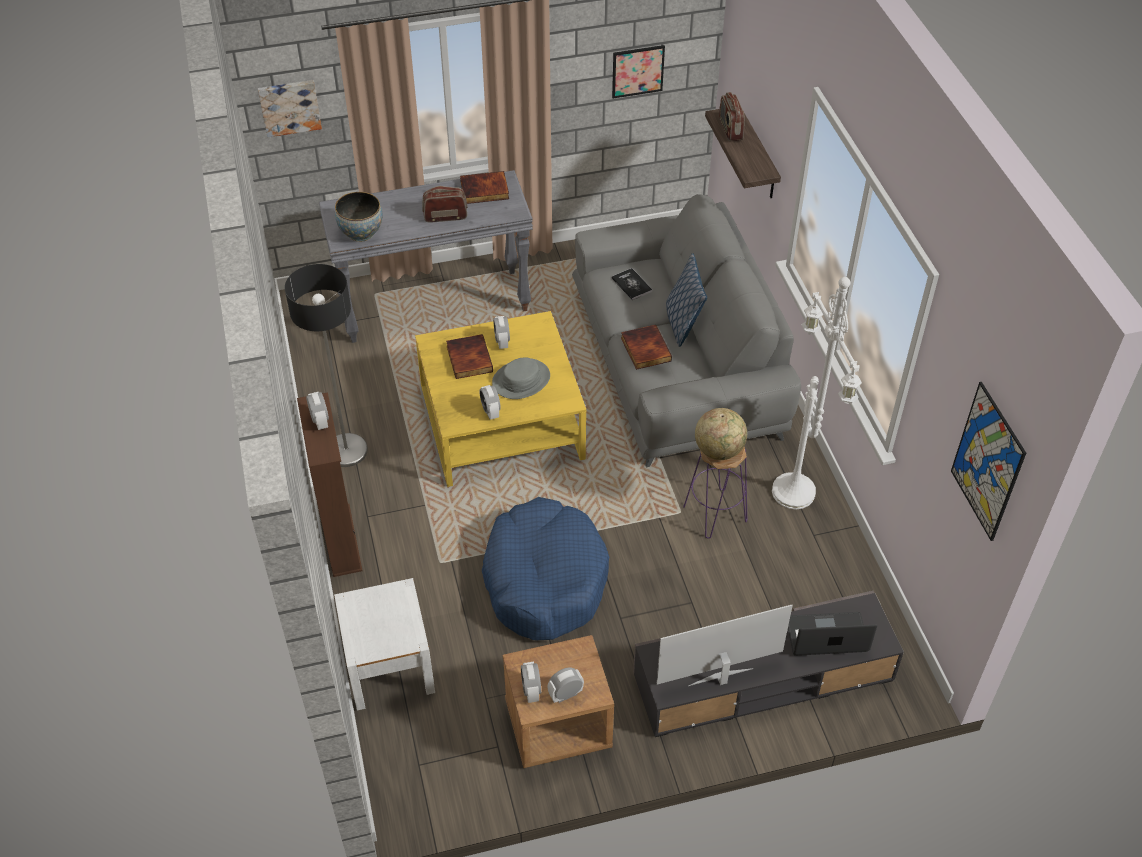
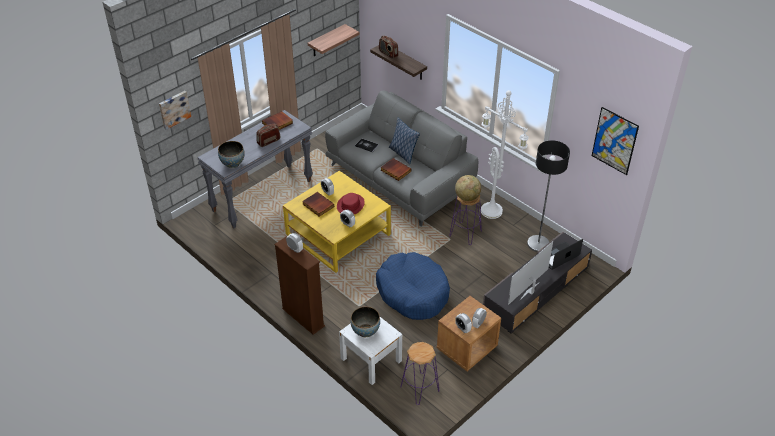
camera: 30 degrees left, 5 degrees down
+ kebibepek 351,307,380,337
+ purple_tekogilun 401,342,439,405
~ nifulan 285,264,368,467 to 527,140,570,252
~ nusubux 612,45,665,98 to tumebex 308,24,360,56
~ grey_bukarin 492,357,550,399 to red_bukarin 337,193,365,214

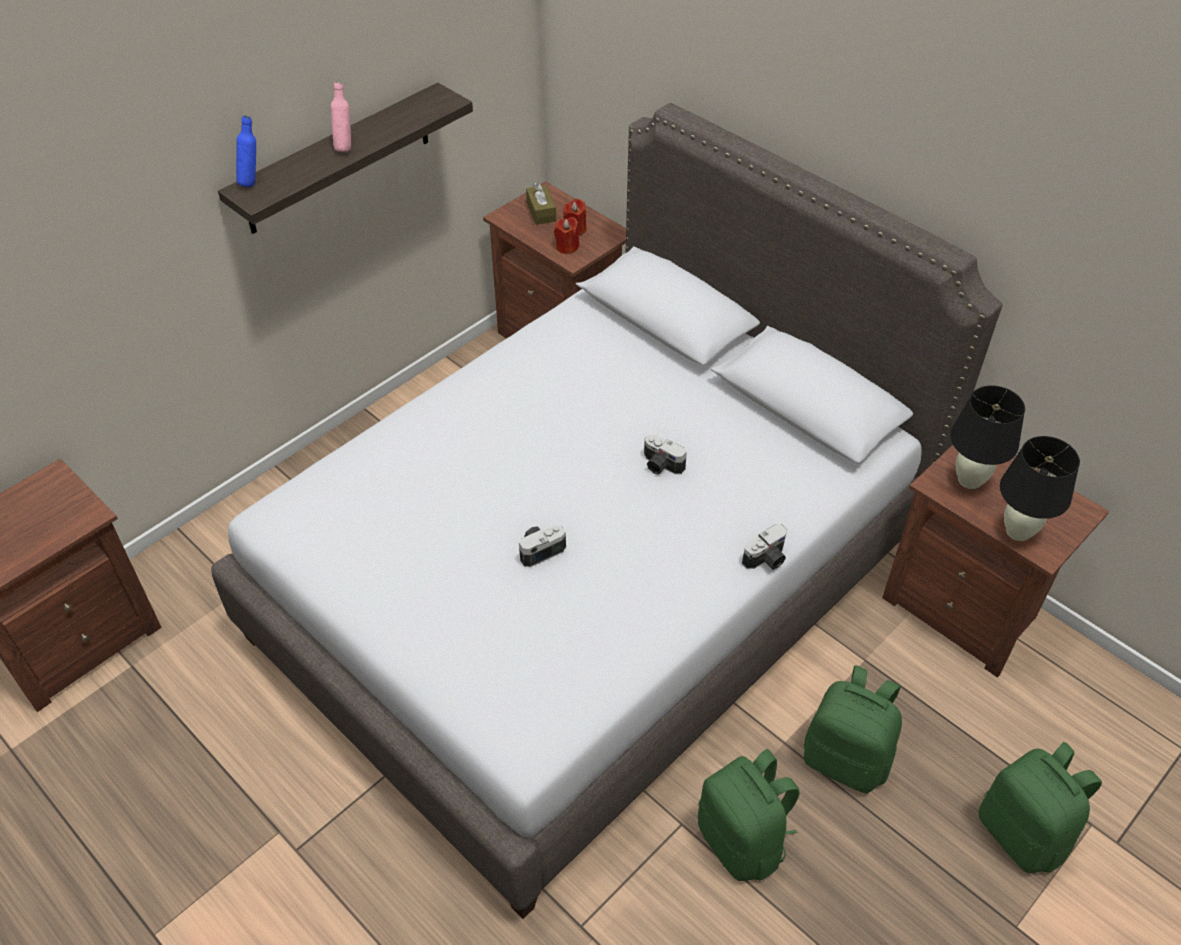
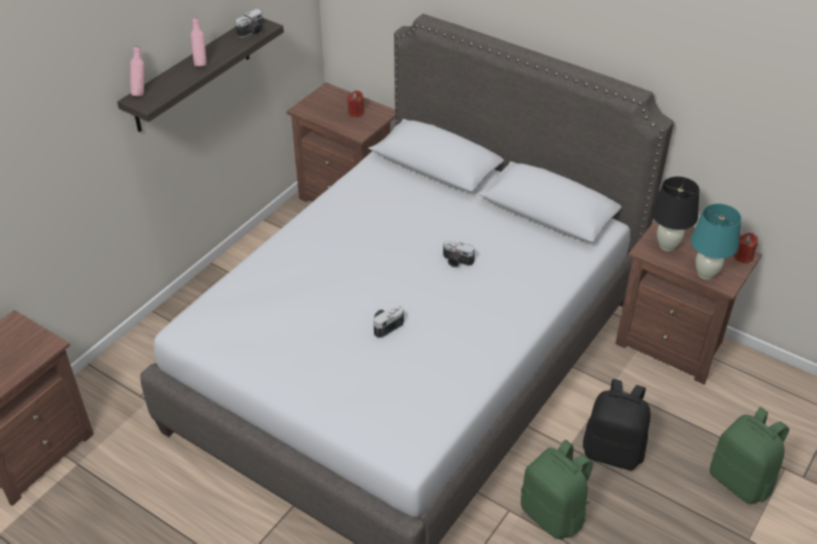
camera: 10 degrees left, 5 degrees down
- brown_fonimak 526,183,556,225
~ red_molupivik 554,217,579,254 to 734,233,758,264
~ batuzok 742,524,787,570 to 235,9,264,38
~ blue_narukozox 236,115,256,187 to pink_narukozox 130,46,144,97
~ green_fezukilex 804,665,902,793 to black_fezukilex 583,379,651,471
~ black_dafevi 1000,436,1080,541 to turquoise_dafevi 691,204,741,280

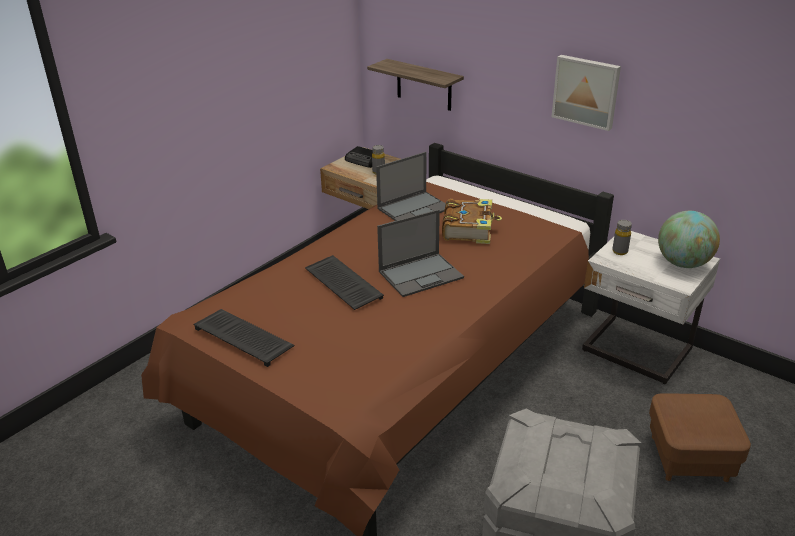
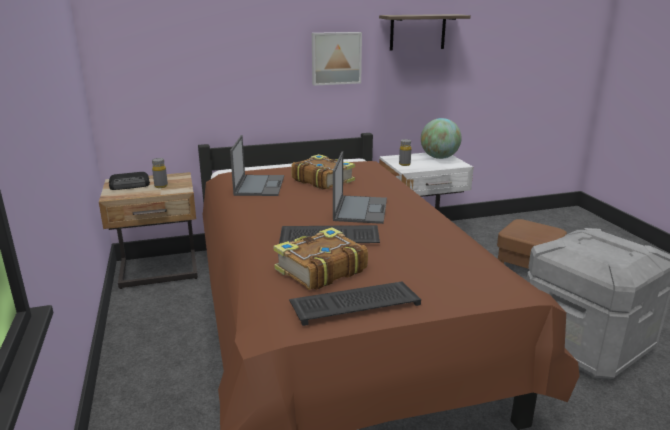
camera: 55 degrees left, 10 degrees down
+ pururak 273,227,368,290
~ tumebex 367,59,464,111 to 379,14,471,51

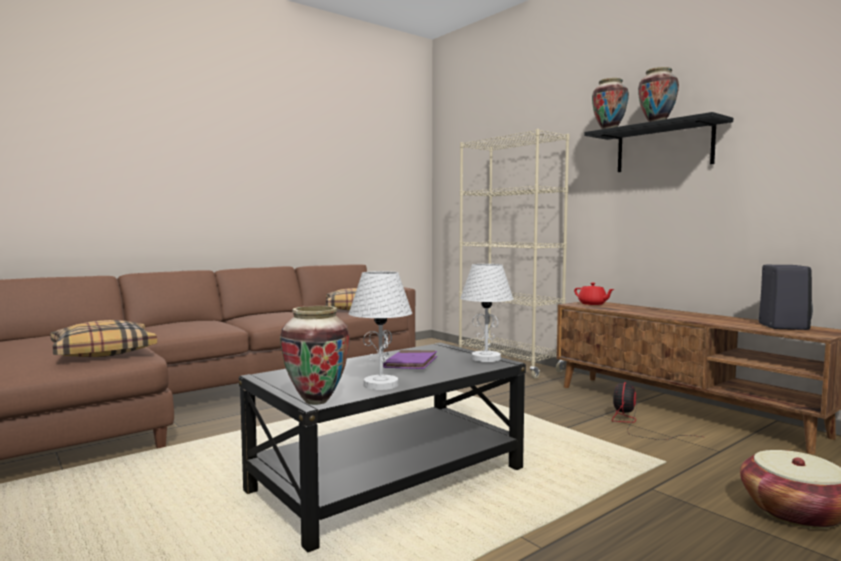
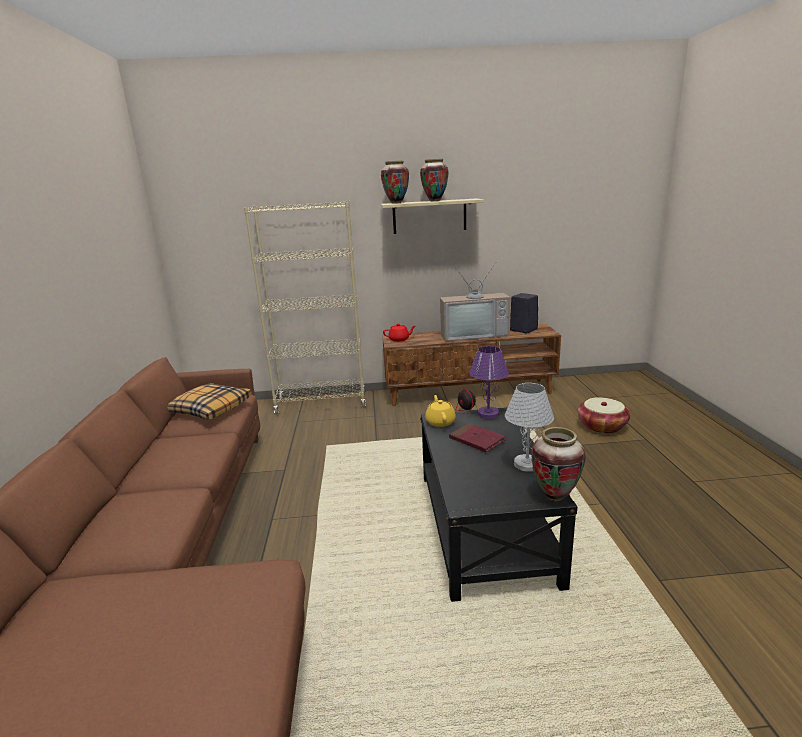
camera: 55 degrees left, 15 degrees up
- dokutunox 50,320,157,357
+ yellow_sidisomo 425,395,456,427
+ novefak 440,264,511,342
~ purple_pururak 383,350,437,369 to red_pururak 449,423,505,452
~ white_dafevi 460,264,513,362 to purple_dafevi 469,346,509,419
~ black_tumebex 584,112,733,172 to beige_tumebex 381,198,484,234

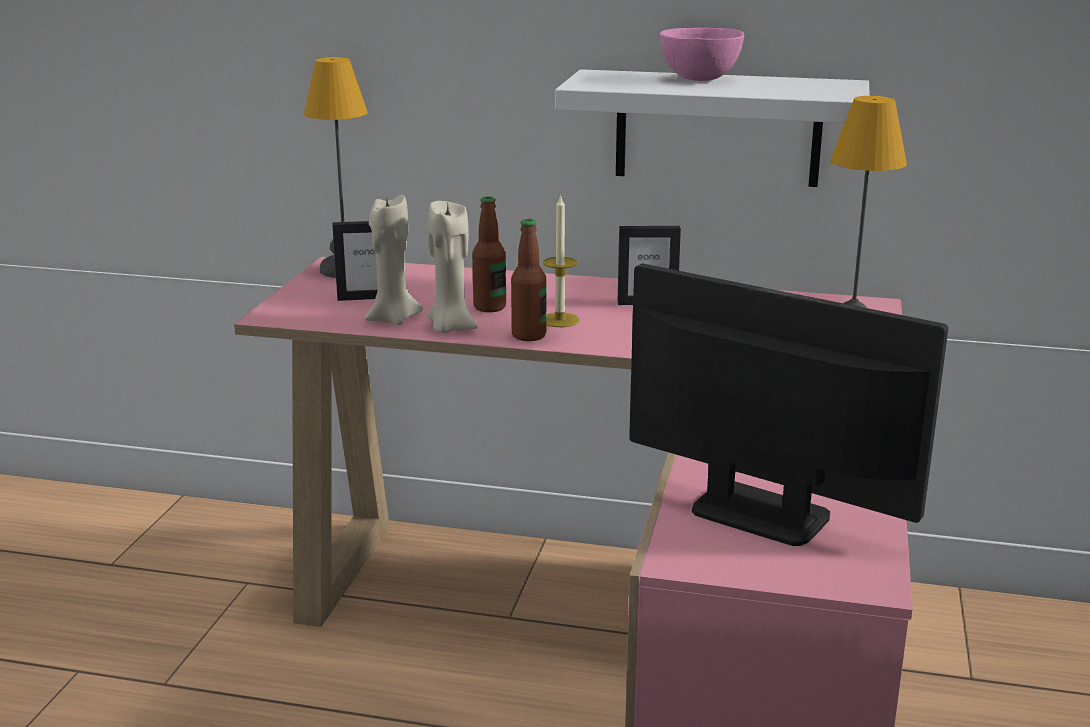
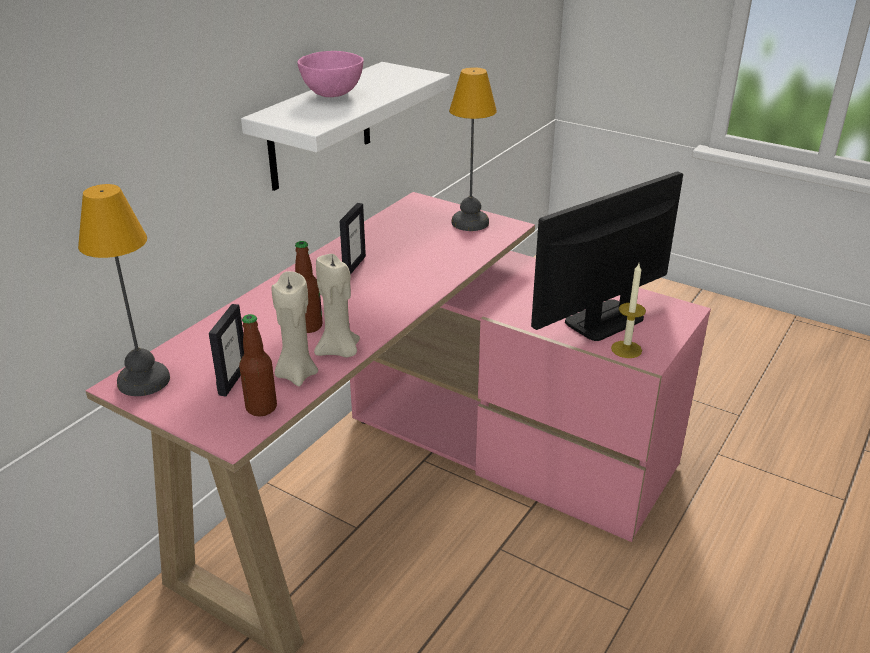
camera: 70 degrees left, 10 degrees up
~ narukozox 511,219,546,341 to 239,314,277,417
~ molupivik 543,194,580,327 to 611,263,646,358

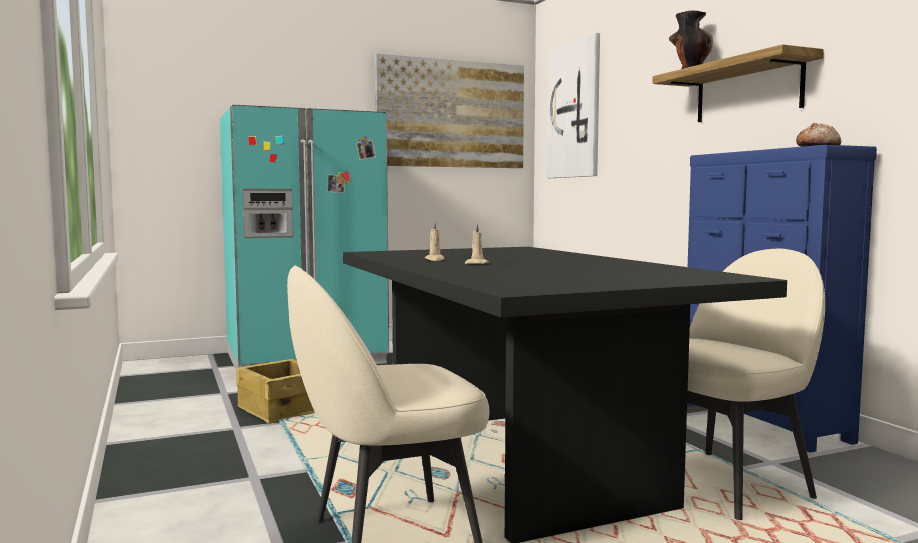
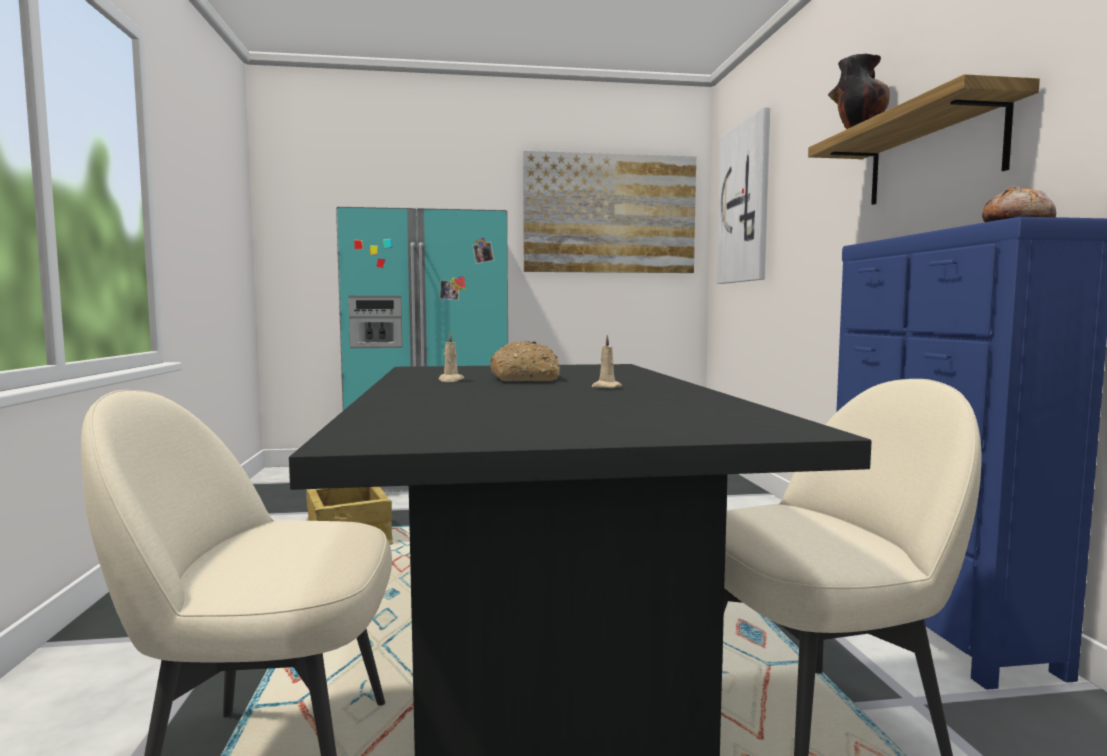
camera: 15 degrees right, 0 degrees up
+ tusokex 490,341,560,381
~ beige_molupivik 465,223,489,264 to 592,335,622,388

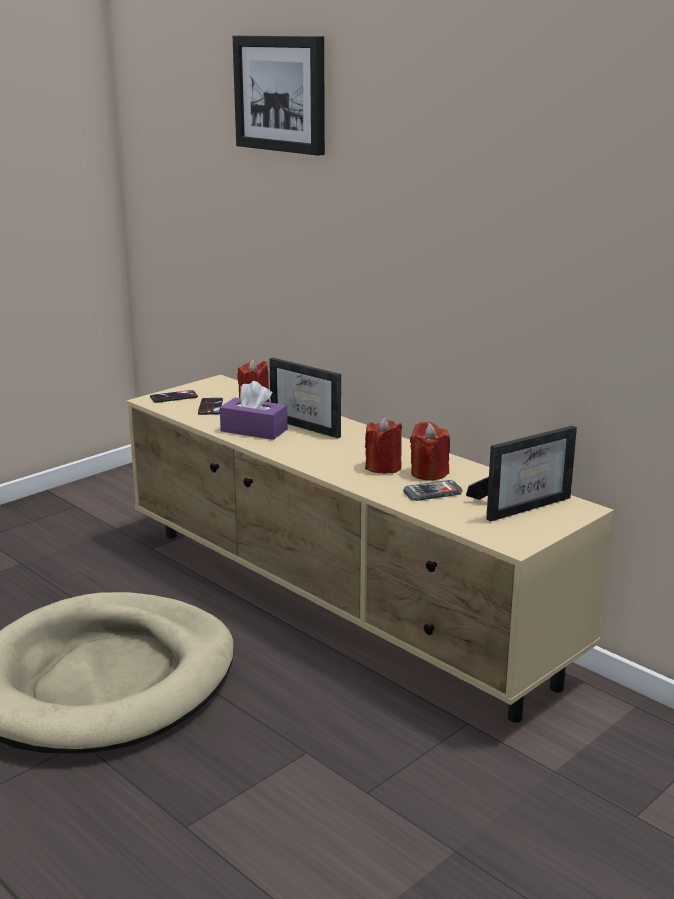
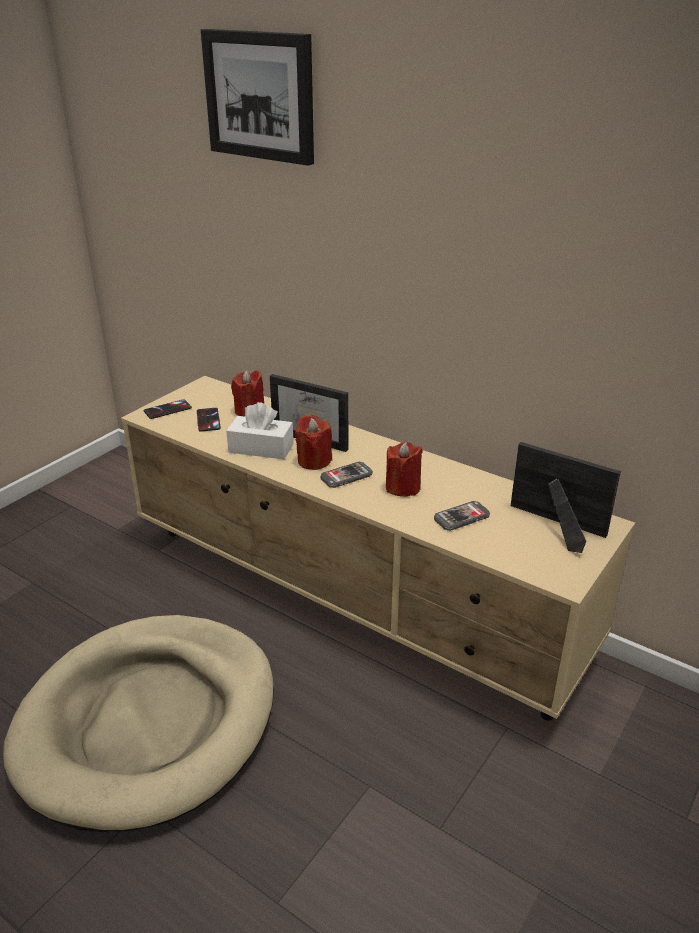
camera: 10 degrees left, 10 degrees up
+ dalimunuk 320,462,373,488
~ red_molupivik 410,422,450,481 to 295,415,332,470
~ purple_fonimak 220,381,288,440 to white_fonimak 226,402,294,459
~ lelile 466,425,577,522 = 511,442,621,553 105 degrees counterclockwise

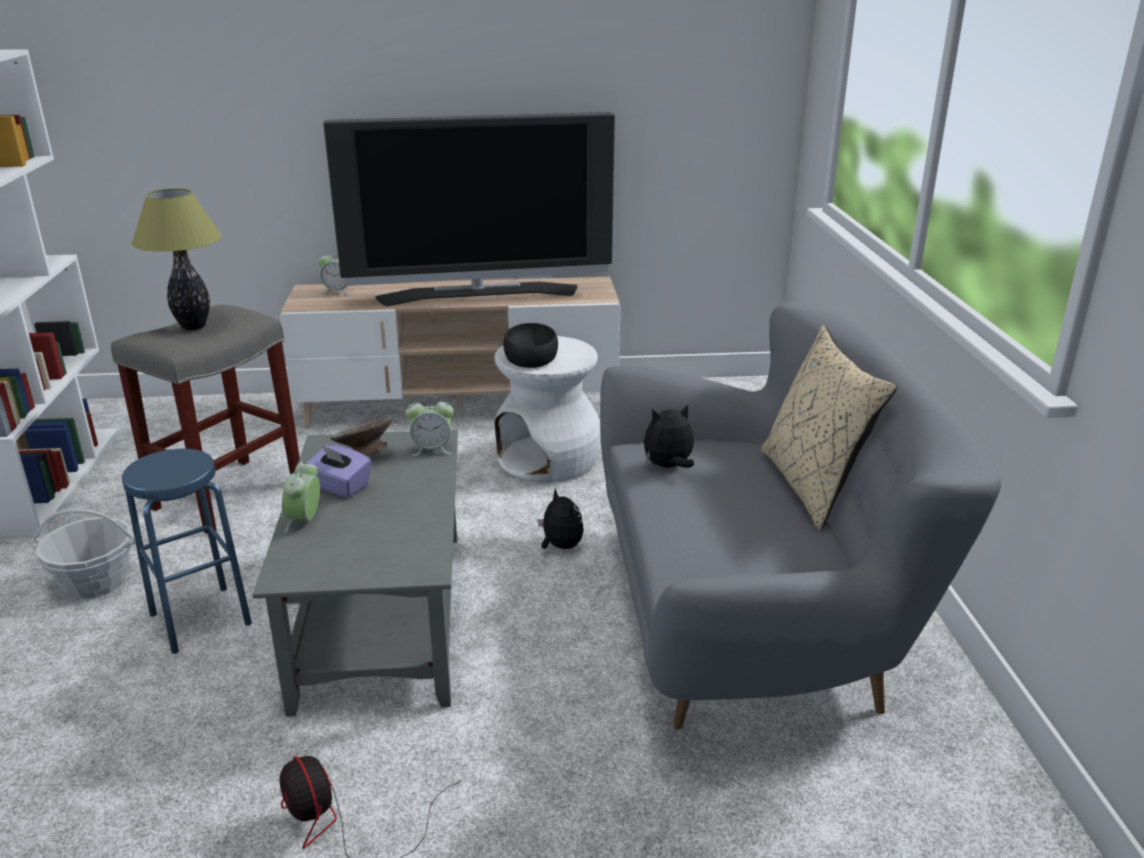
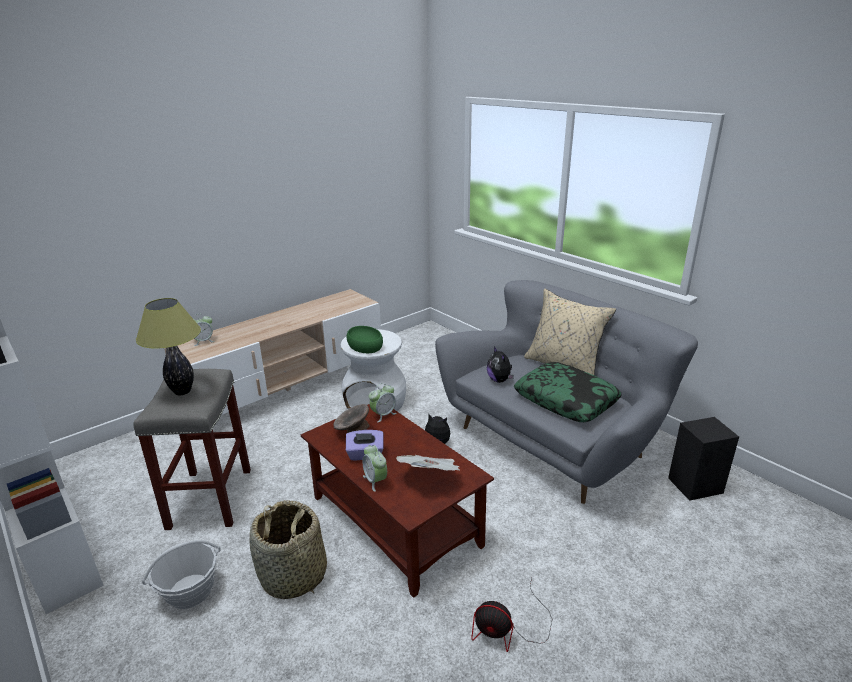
camera: 35 degrees left, 0 degrees up
- novefak 323,112,615,306
+ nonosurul 396,455,460,471
+ dokutunox 514,362,622,422
+ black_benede 668,417,739,501
~ blue_tekogilun 122,449,252,654 to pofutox 249,500,327,599
~ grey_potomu 253,430,458,717 to brown_potomu 301,404,494,598
~ black_kebibepek 503,323,558,368 to green_kebibepek 347,326,383,353
~ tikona 644,404,694,468 = 487,346,514,383 60 degrees counterclockwise

